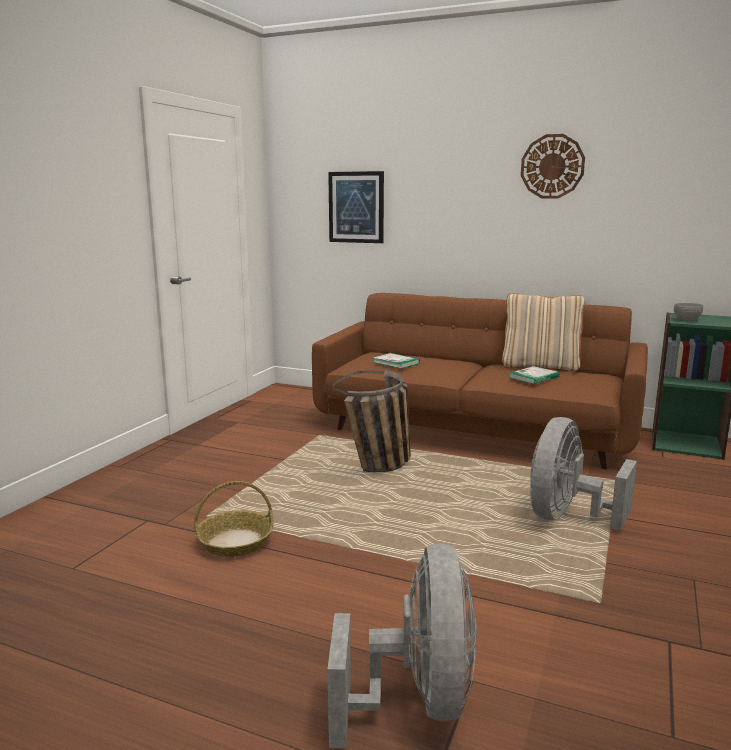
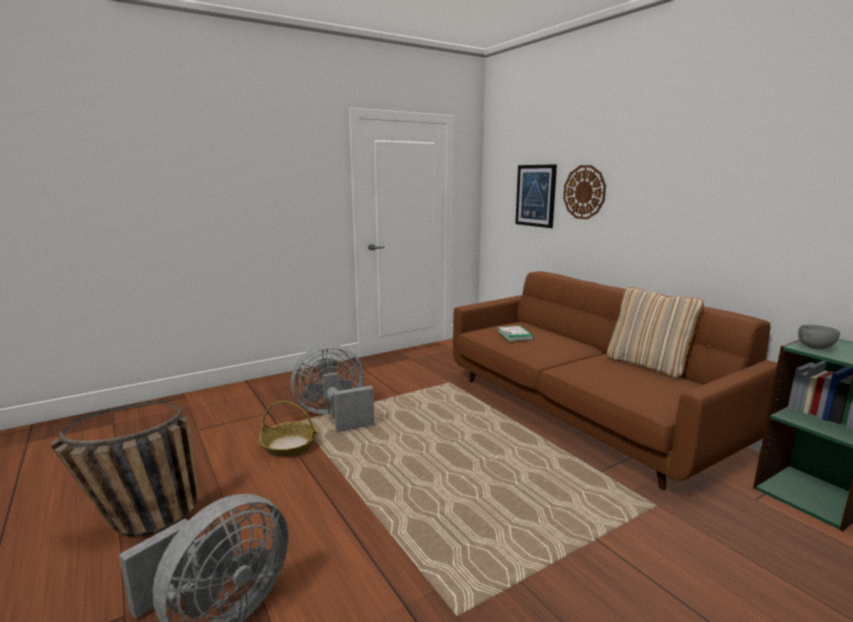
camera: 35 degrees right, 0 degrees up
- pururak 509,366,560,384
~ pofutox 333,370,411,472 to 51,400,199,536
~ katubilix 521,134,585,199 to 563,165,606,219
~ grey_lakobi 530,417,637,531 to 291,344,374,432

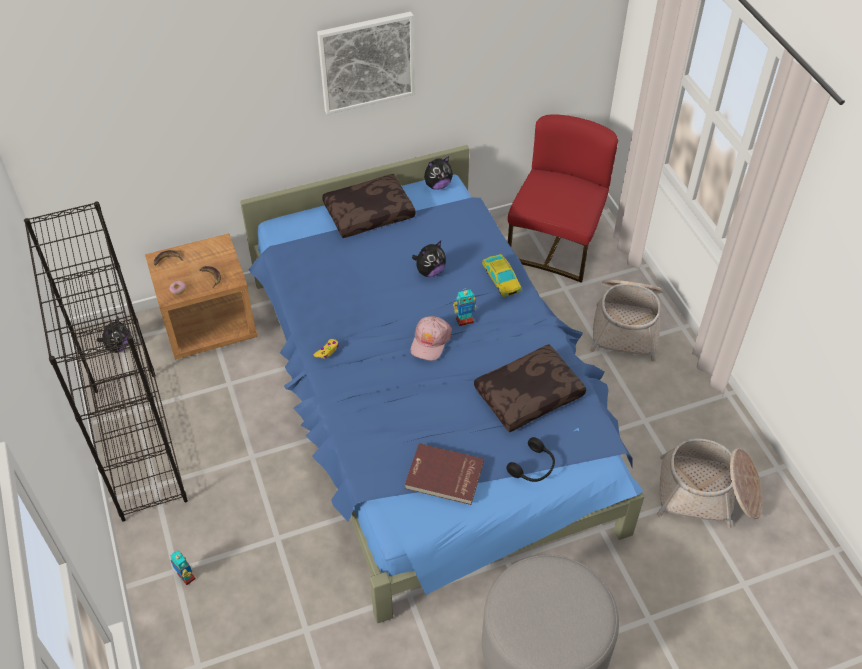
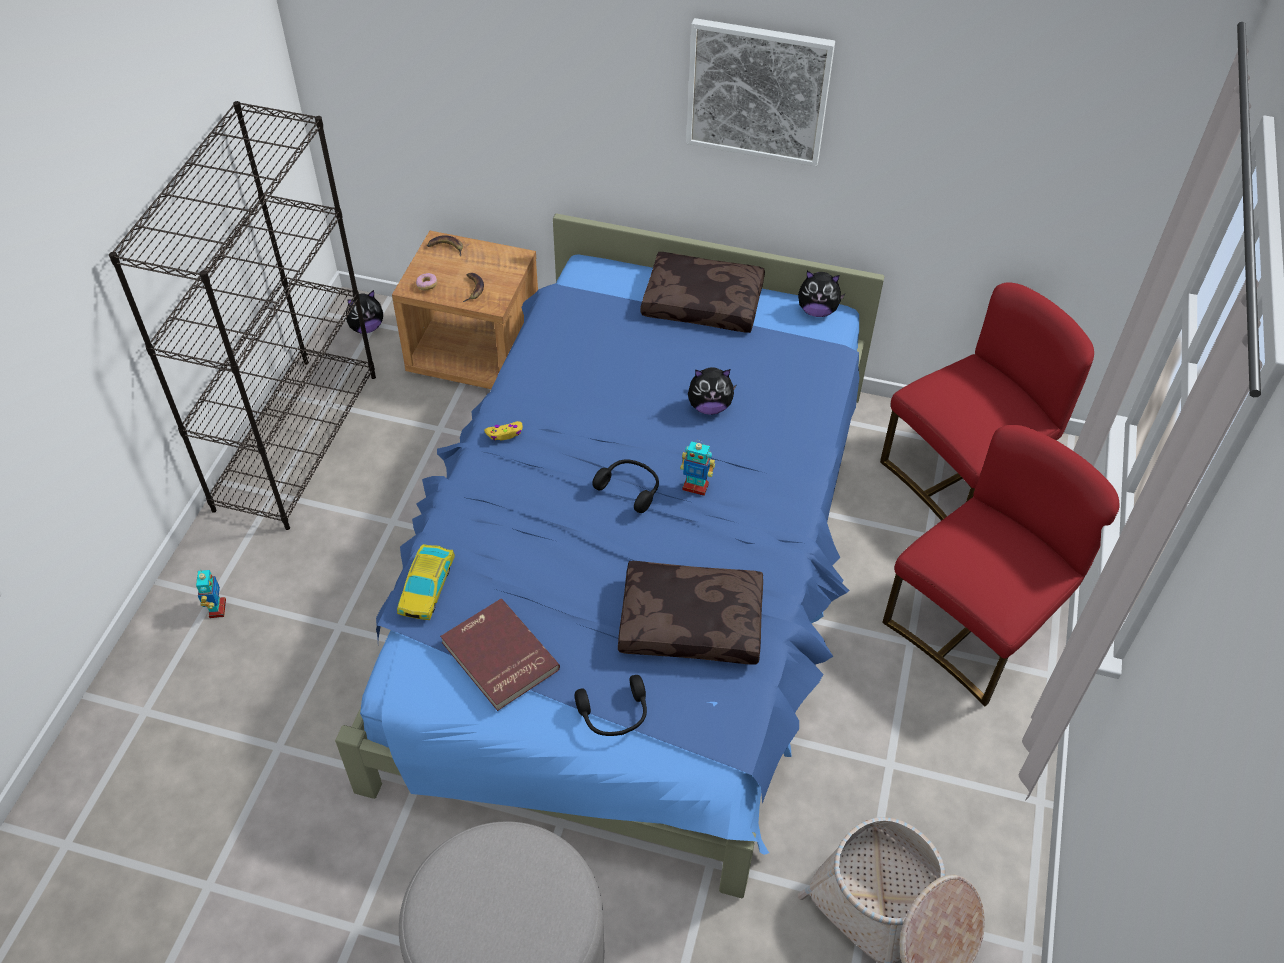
camera: 35 degrees right, 0 degrees up
~ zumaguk 482,254,522,297 to 397,544,455,620
~ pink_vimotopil 411,316,452,361 to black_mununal 592,459,659,513
~ pofutox 590,280,663,362 to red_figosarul 882,425,1120,706

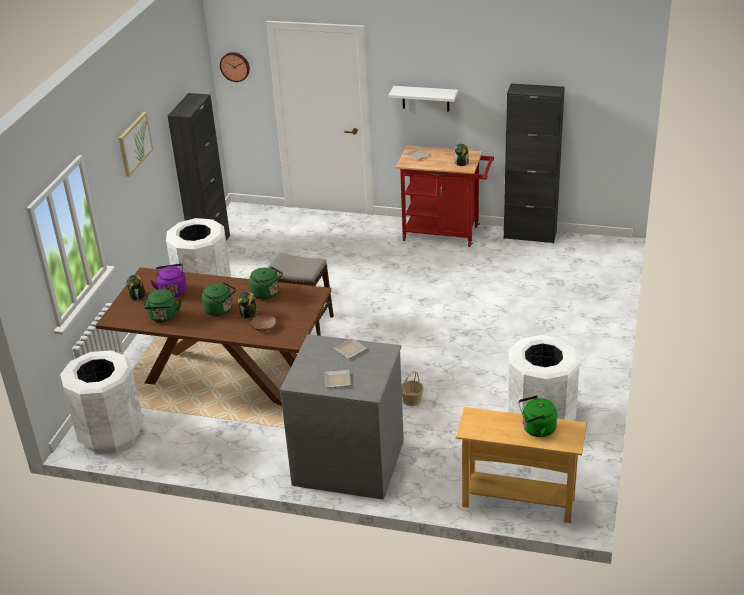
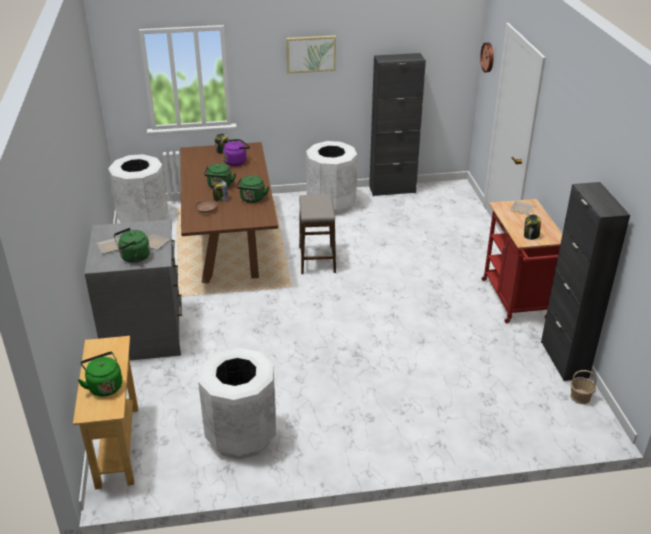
camera: 65 degrees right, 0 degrees up
- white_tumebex 388,86,458,112
~ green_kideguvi 143,289,182,322 to 114,228,150,263
~ pofutox 401,371,424,406 to 570,370,596,404

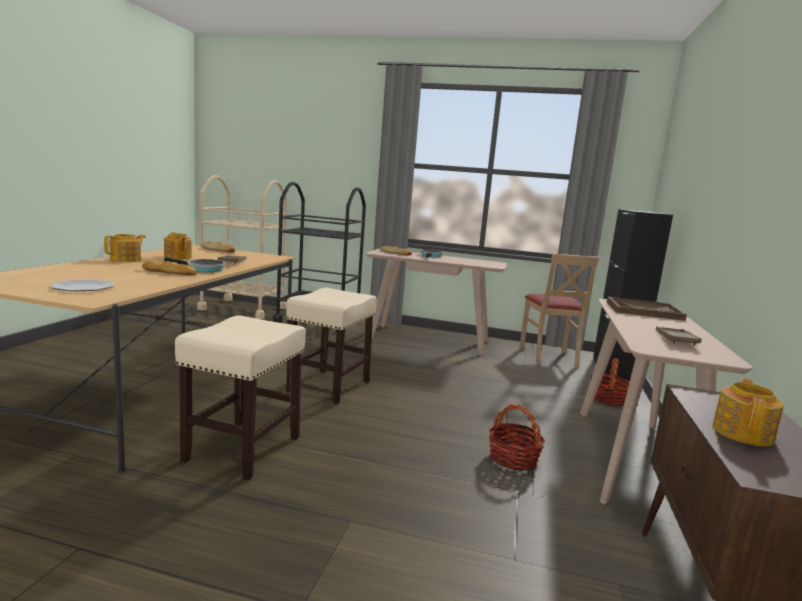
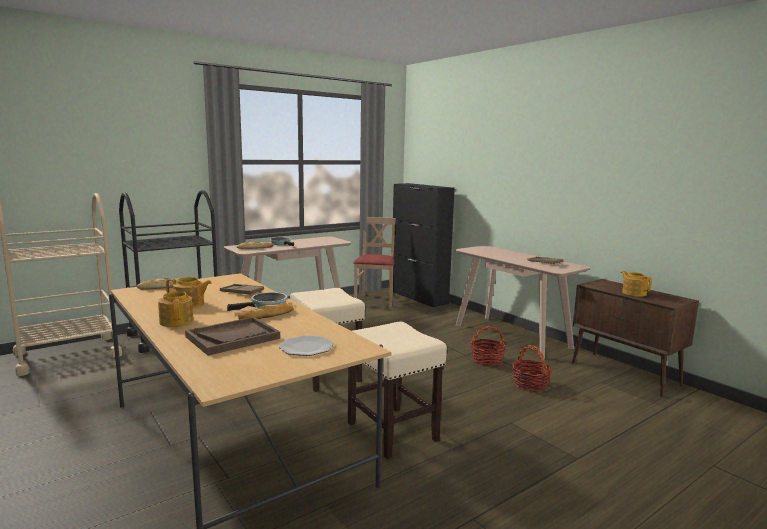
camera: 50 degrees left, 0 degrees up
~ pofutox 590,358,629,406 to 512,345,552,391
~ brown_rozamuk 607,297,687,321 to 185,317,280,356
~ beige_figosarul 519,253,600,368 = 353,217,396,307 120 degrees counterclockwise

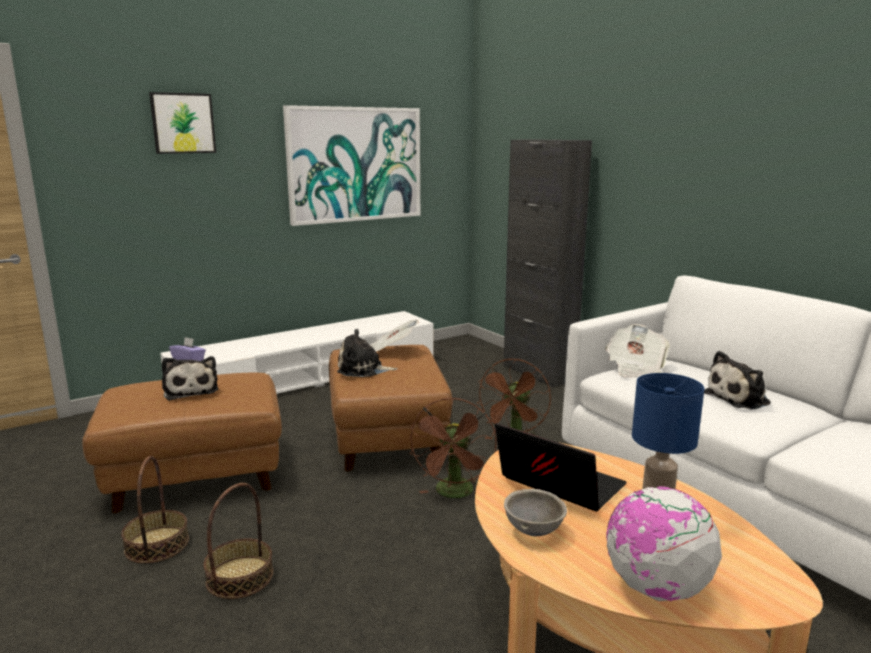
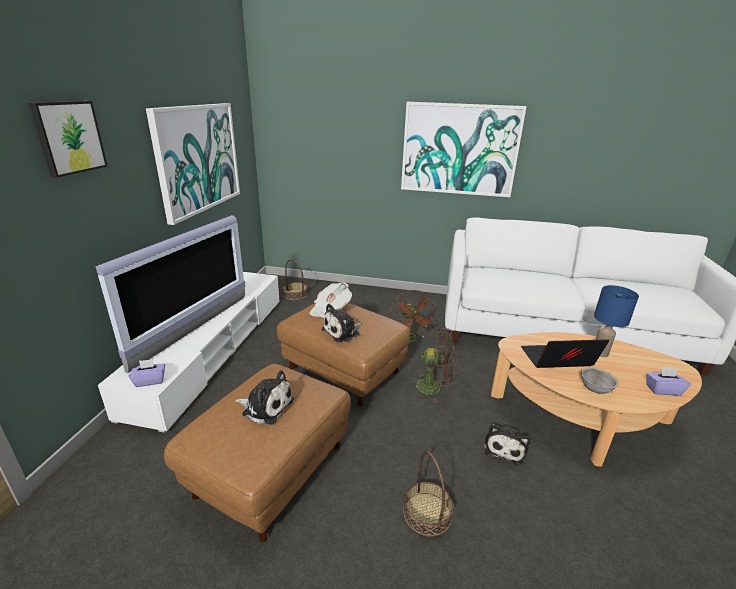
camera: 45 degrees left, 10 degrees up
- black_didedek 504,139,592,387
- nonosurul 605,324,670,378
+ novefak 95,215,246,373
+ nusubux 401,102,527,197
~ pofutox 121,456,189,563 to 283,259,307,300
~ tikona 704,351,771,410 to 484,424,531,464
~ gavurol 606,486,722,601 to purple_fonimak 646,367,691,396
~ brown_lakobi 409,398,497,498 = 410,328,455,402 45 degrees counterclockwise

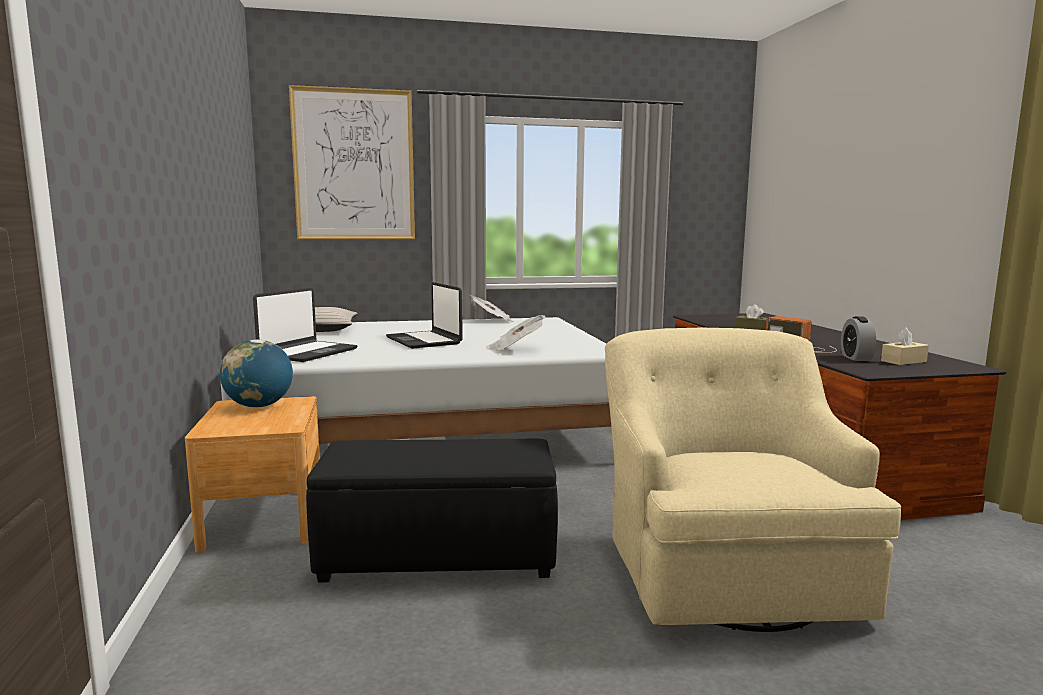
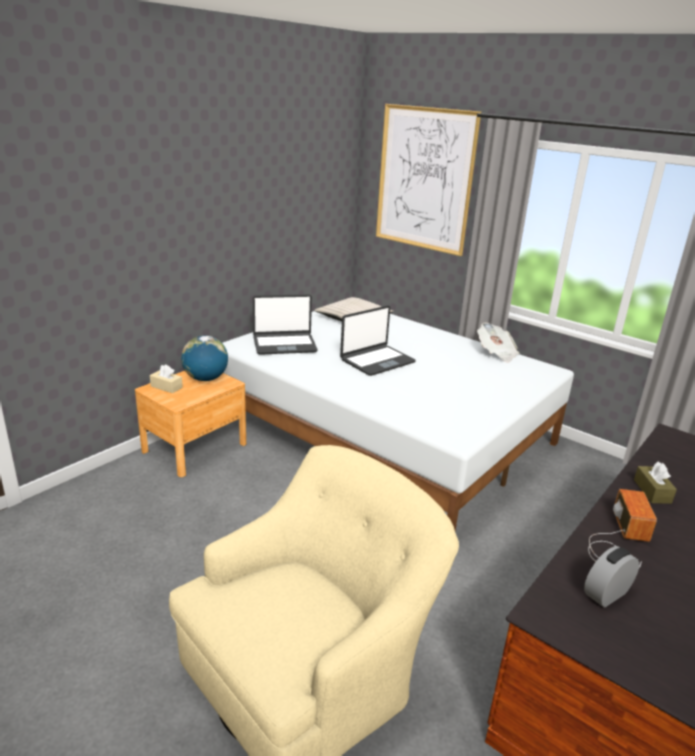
camera: 50 degrees right, 15 degrees up
- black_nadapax 306,439,558,583
- nonosurul 486,315,546,350
~ beige_fonimak 881,328,929,365 to 150,364,183,393
~ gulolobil 386,282,463,349 = 340,306,416,376 150 degrees counterclockwise

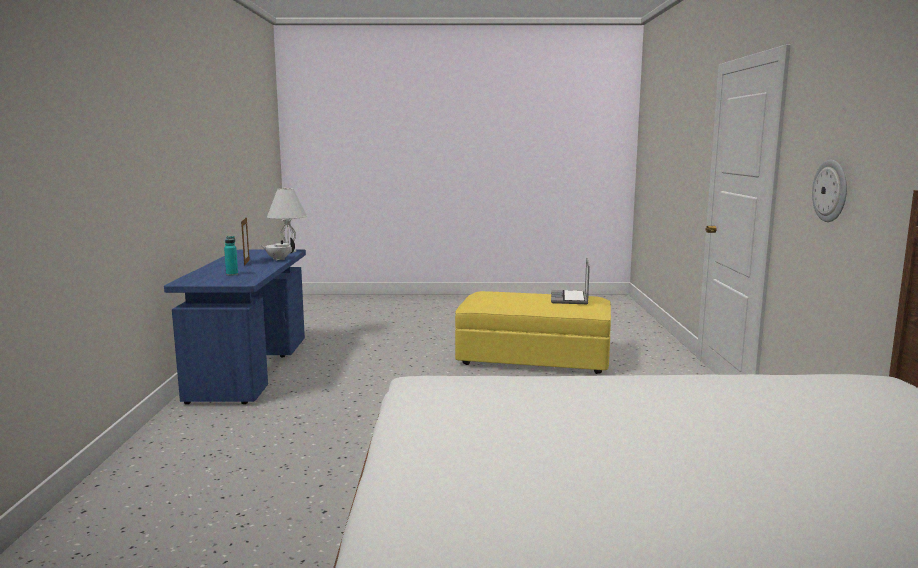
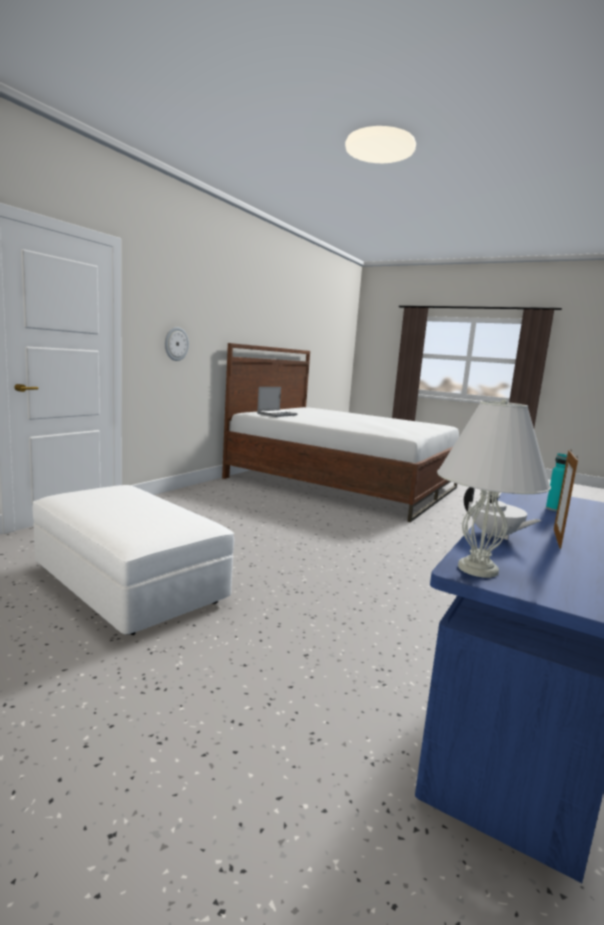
camera: 150 degrees left, 0 degrees up
~ gulolobil 551,257,590,304 to 257,387,297,417
~ yellow_nadapax 455,291,611,374 to white_nadapax 33,485,234,635

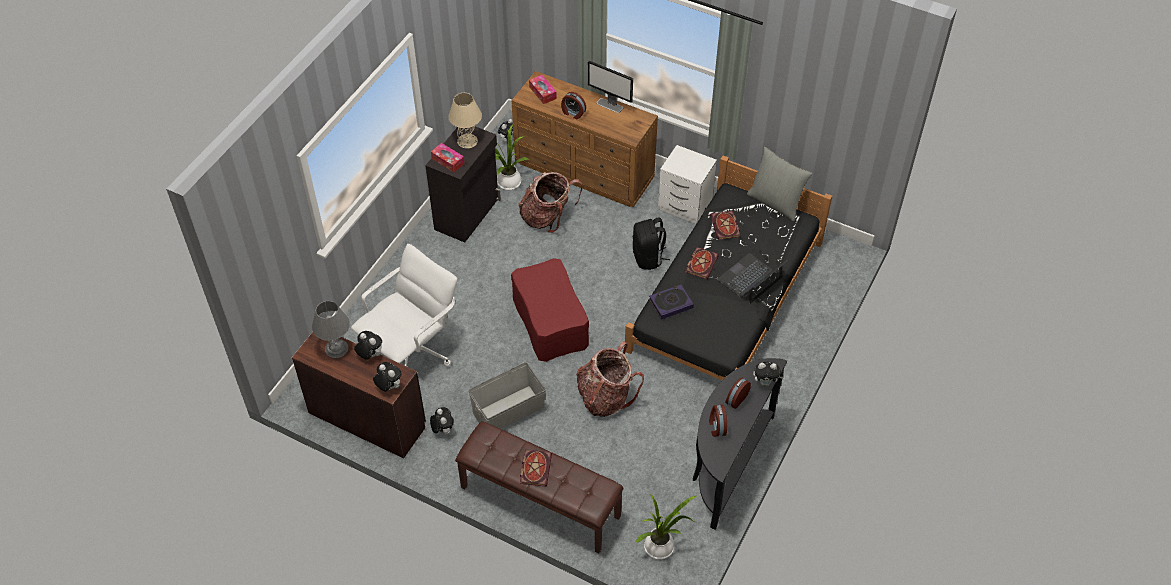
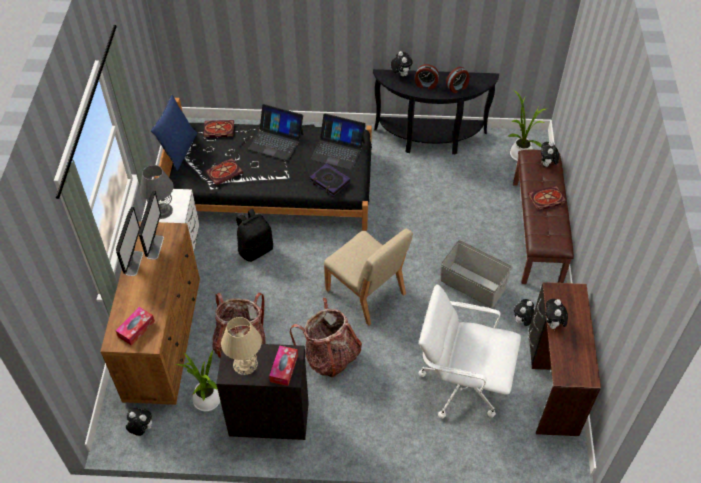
camera: 115 degrees left, 0 degrees up
- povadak 561,92,586,120
+ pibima 138,191,164,260
+ gulolobil 311,113,366,170
~ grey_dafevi 312,301,350,358 to 140,165,174,219
~ tikona 373,362,402,391 to 541,141,559,167
~ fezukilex 576,341,644,417 to 290,298,362,377
~ pururak 685,247,719,279 to 204,120,234,138
~ red_nadapax 511,258,589,362 to beige_figosarul 324,229,413,326
~ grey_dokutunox 747,147,812,222 to blue_dokutunox 151,95,197,171

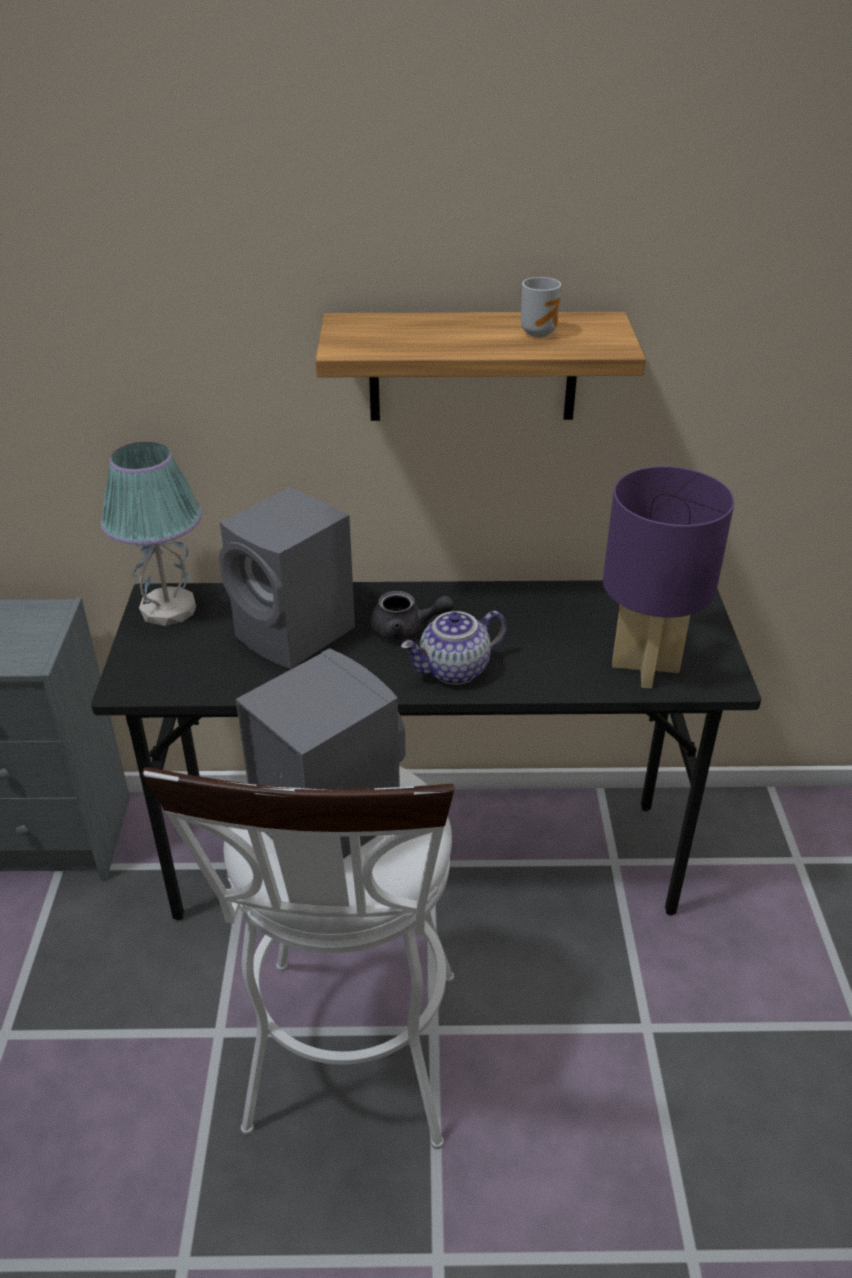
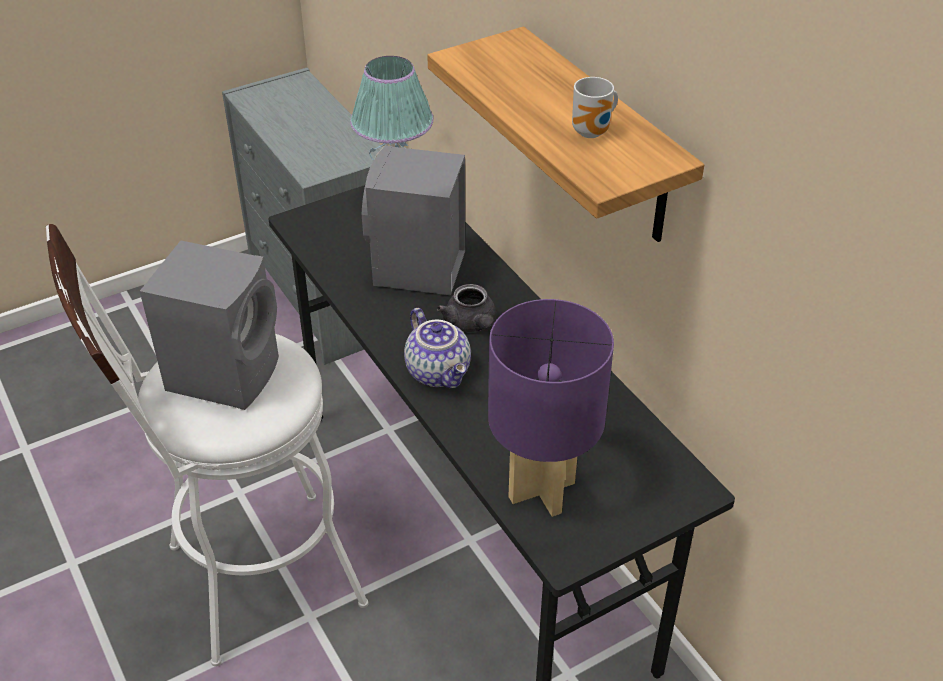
camera: 60 degrees right, 5 degrees up
~ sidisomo 401,611,507,685 = 404,308,471,388 150 degrees counterclockwise

